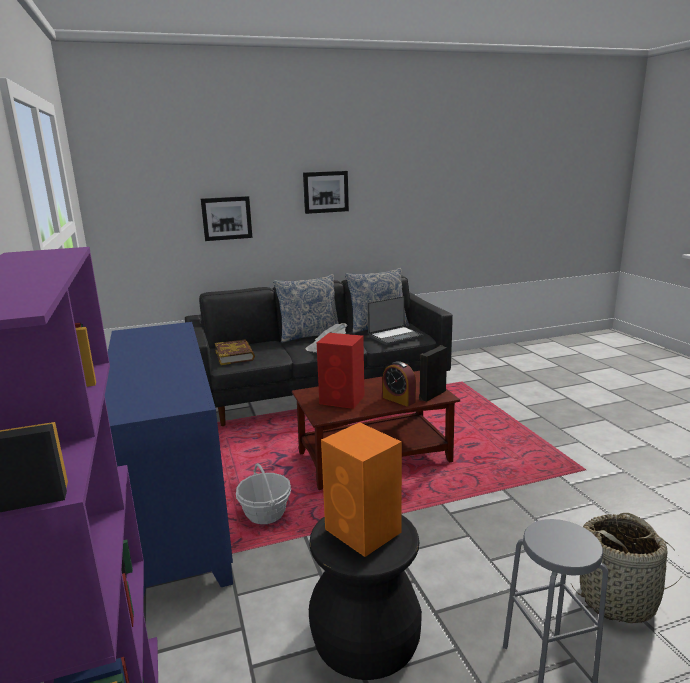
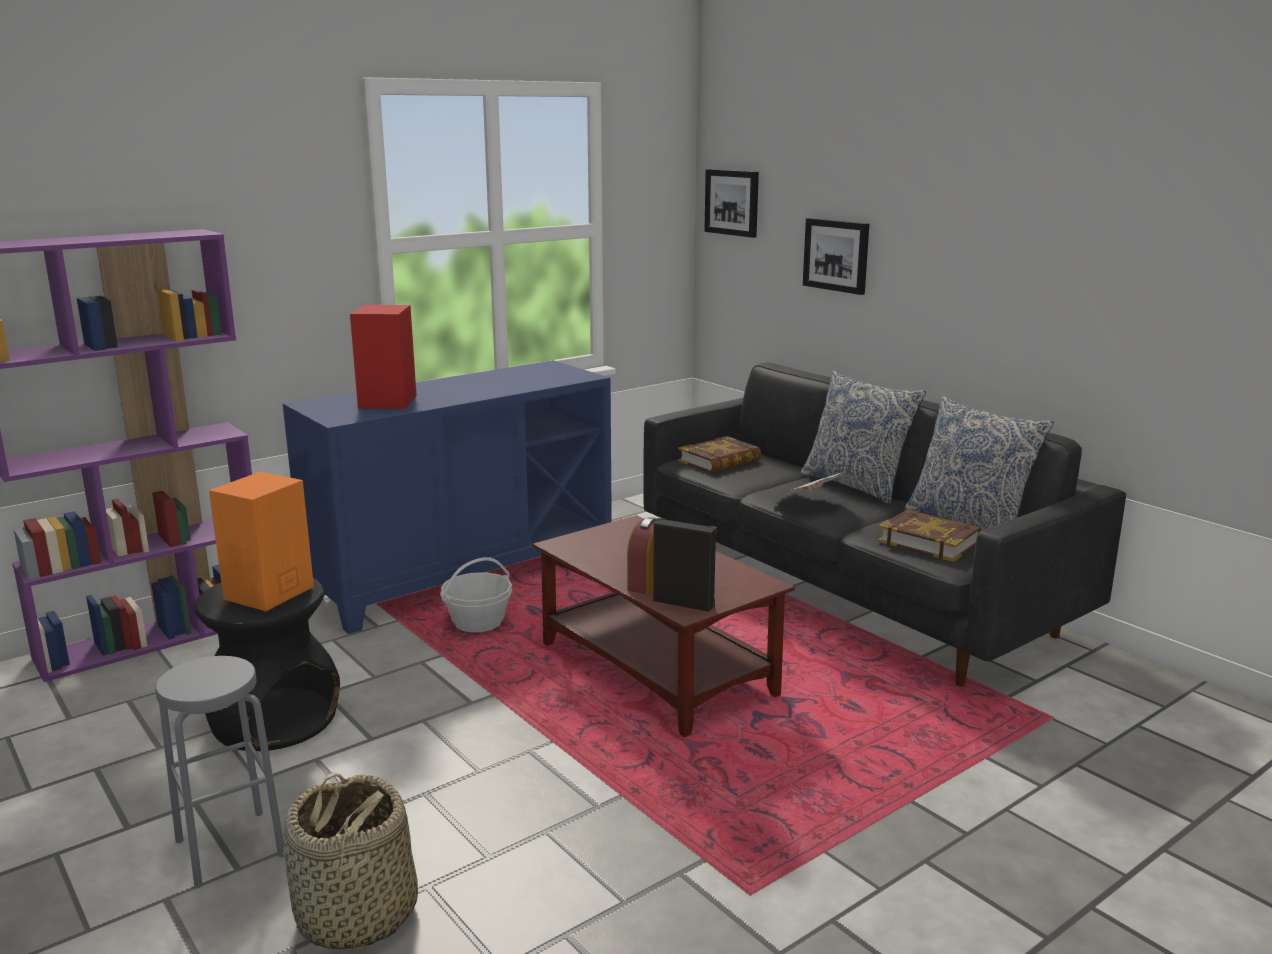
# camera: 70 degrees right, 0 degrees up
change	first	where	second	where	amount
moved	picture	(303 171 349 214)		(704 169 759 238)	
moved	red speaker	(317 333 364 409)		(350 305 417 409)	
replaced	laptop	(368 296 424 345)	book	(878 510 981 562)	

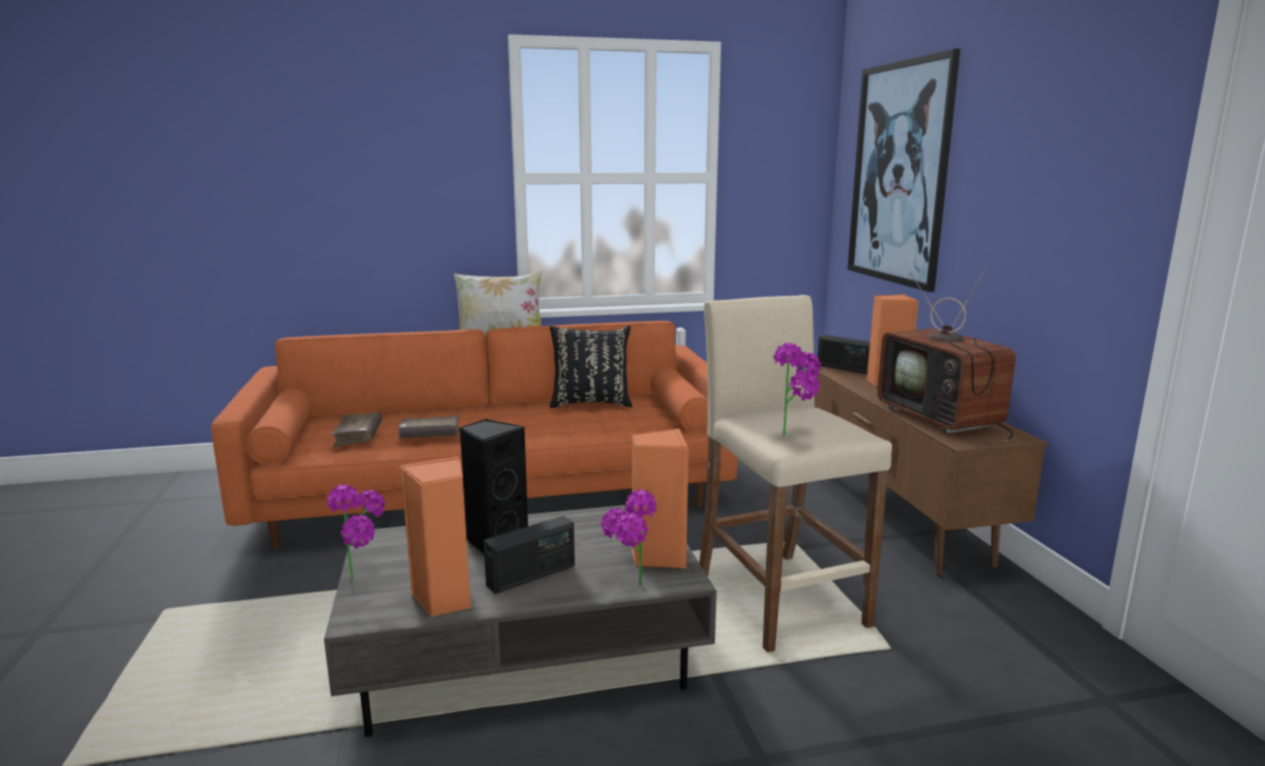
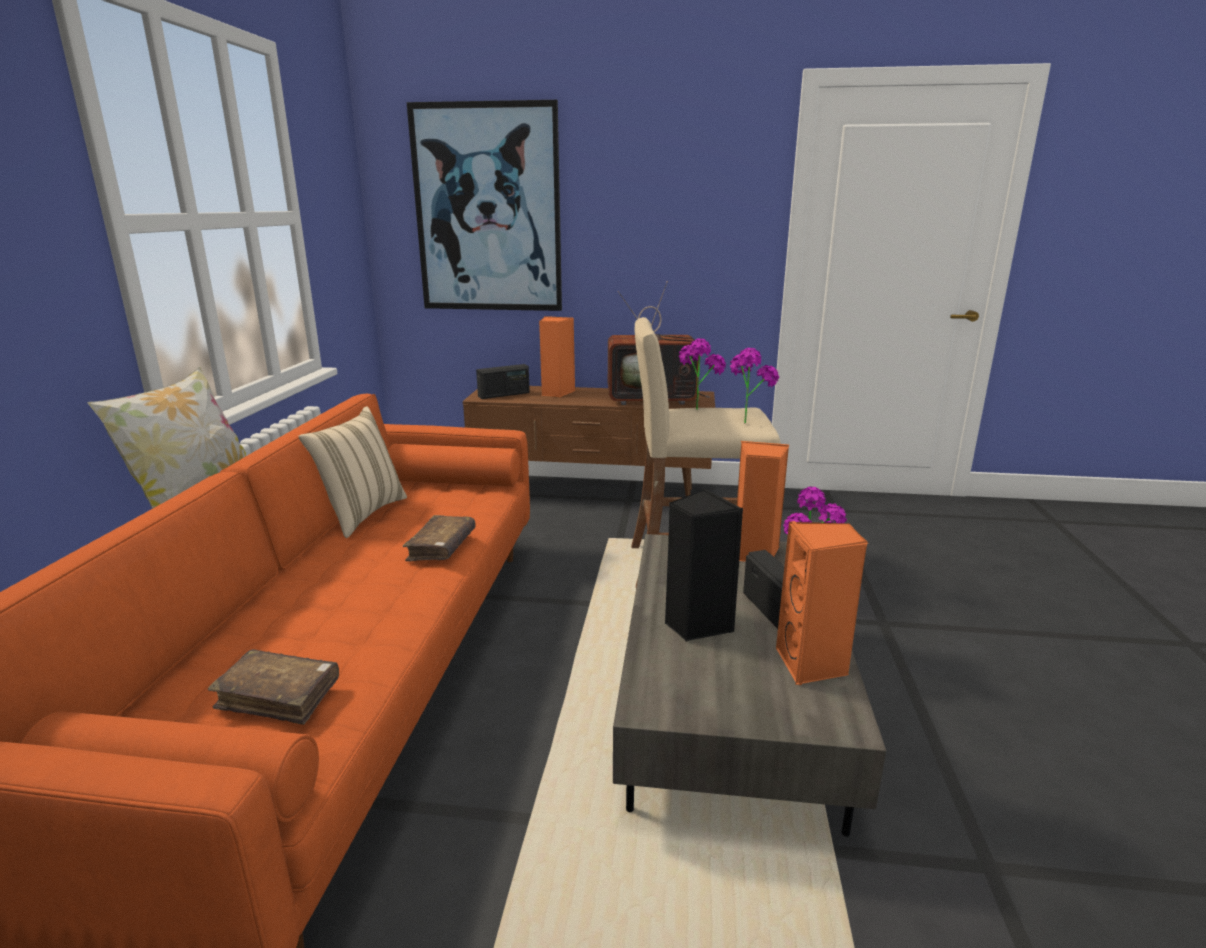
# camera: 70 degrees left, 5 degrees up
change	first	where	second	where	amount
moved	potted plant	(327 484 386 580)		(678 338 726 410)	
moved	brown book	(398 416 460 438)		(403 515 476 561)	
recoloured	black pillow	(550 325 632 408)	beige pillow	(298 406 407 538)	

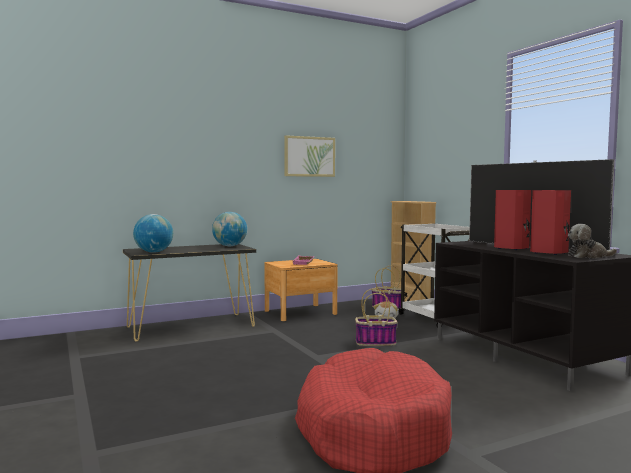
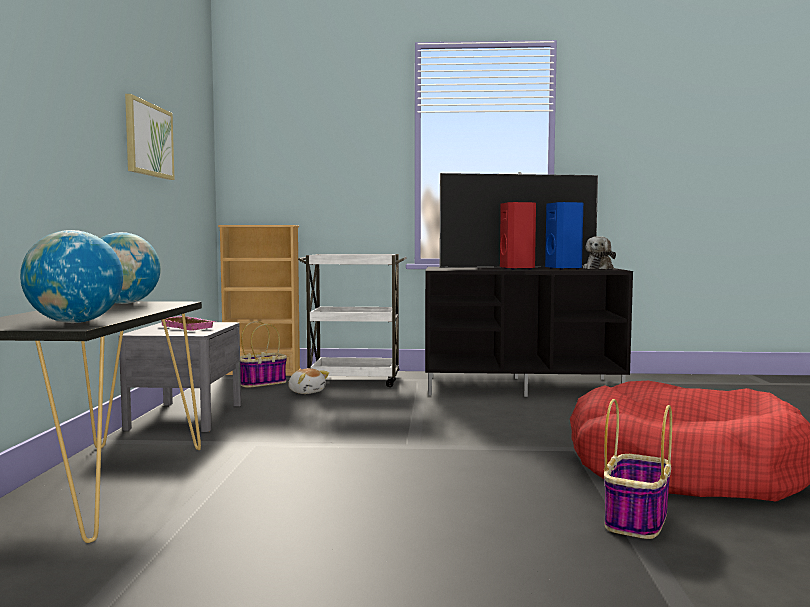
# camera: 60 degrees left, 0 degrees up
change	first	where	second	where	amount
recoloured	brown nightstand	(264 259 337 321)	grey nightstand	(119 322 241 432)	
moved	basket	(355 288 398 346)		(604 399 672 539)	
recoloured	red speaker	(530 190 571 255)	blue speaker	(545 202 583 270)	

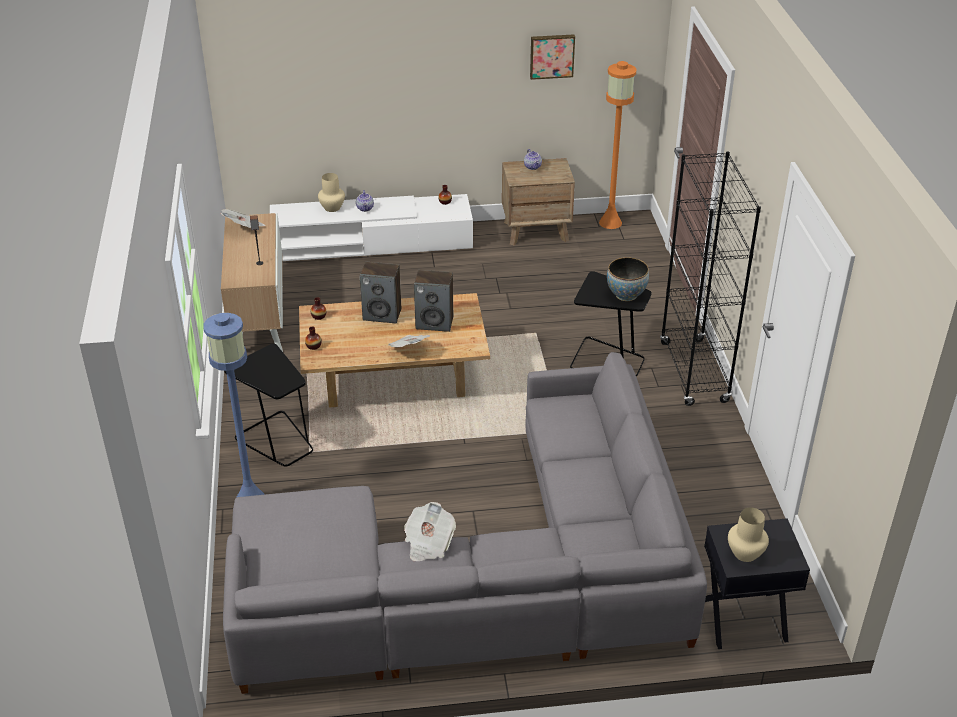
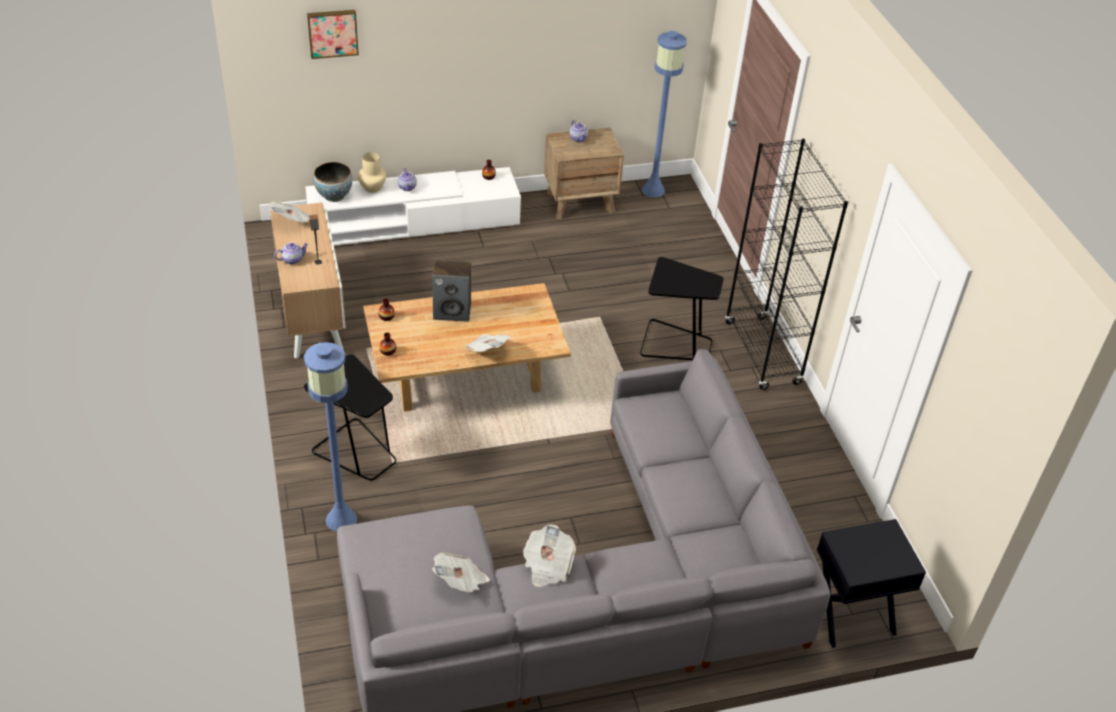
# camera: 10 degrees left, 5 degrees up
change	first	where	second	where	amount
removed	speaker	(414 270 453 332)			
moved	picture	(530 34 575 80)		(307 10 359 59)	
recoloured	orange floor lamp	(599 61 636 229)	blue floor lamp	(642 31 687 197)	
moved	bowl	(607 257 649 301)		(314 162 352 202)	
removed	beige vase	(728 508 769 562)			
added			teapot	(274 242 309 264)	
added			newspaper	(432 552 490 593)	

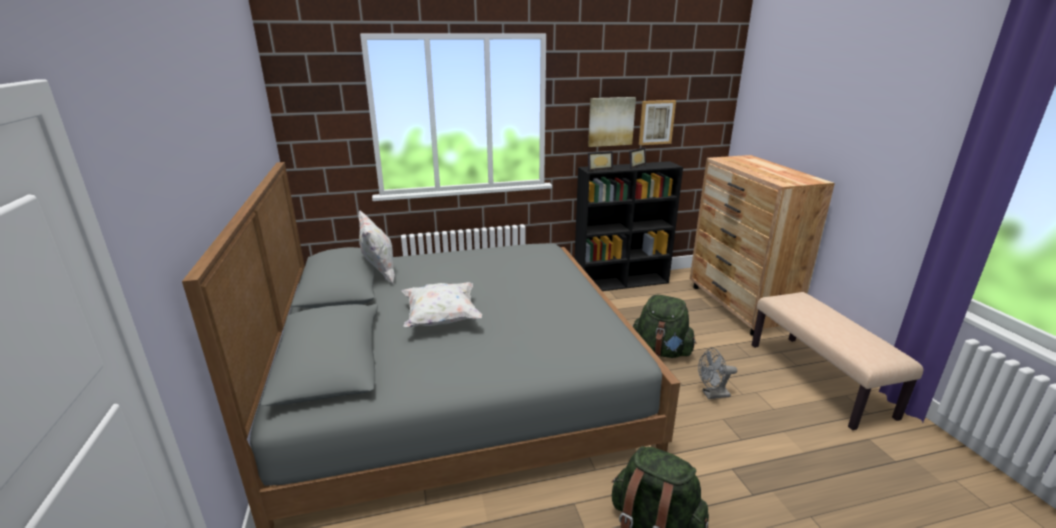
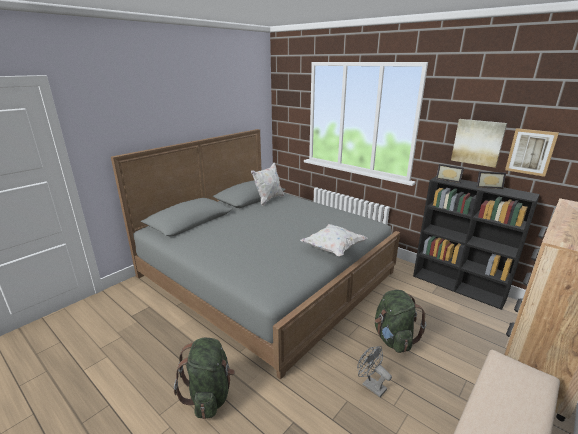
# camera: 55 degrees right, 0 degrees up
change	first	where	second	where	amount
moved	white pillow	(402 282 482 327)		(300 224 367 256)	

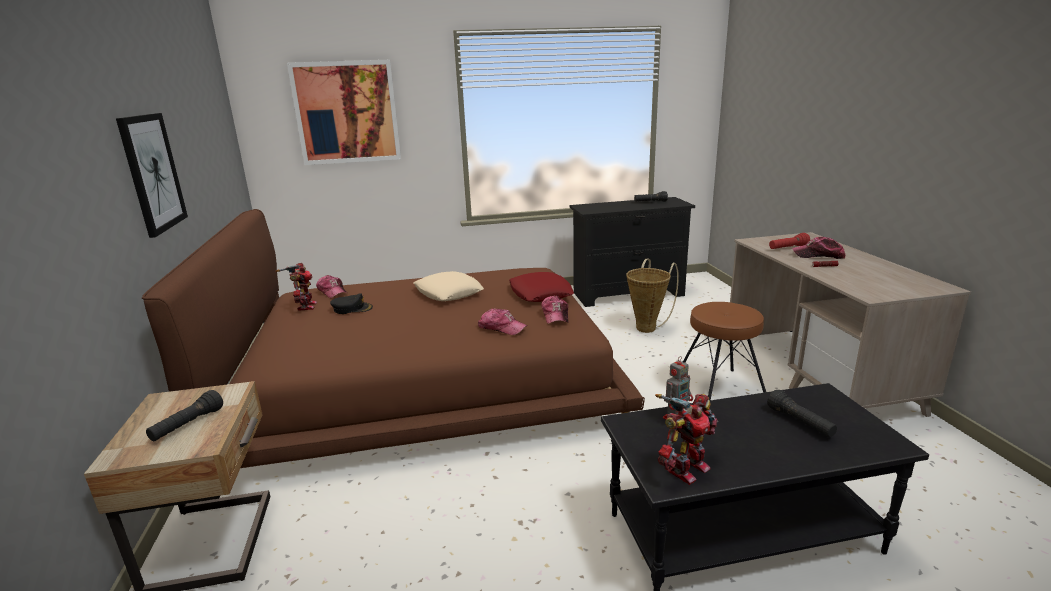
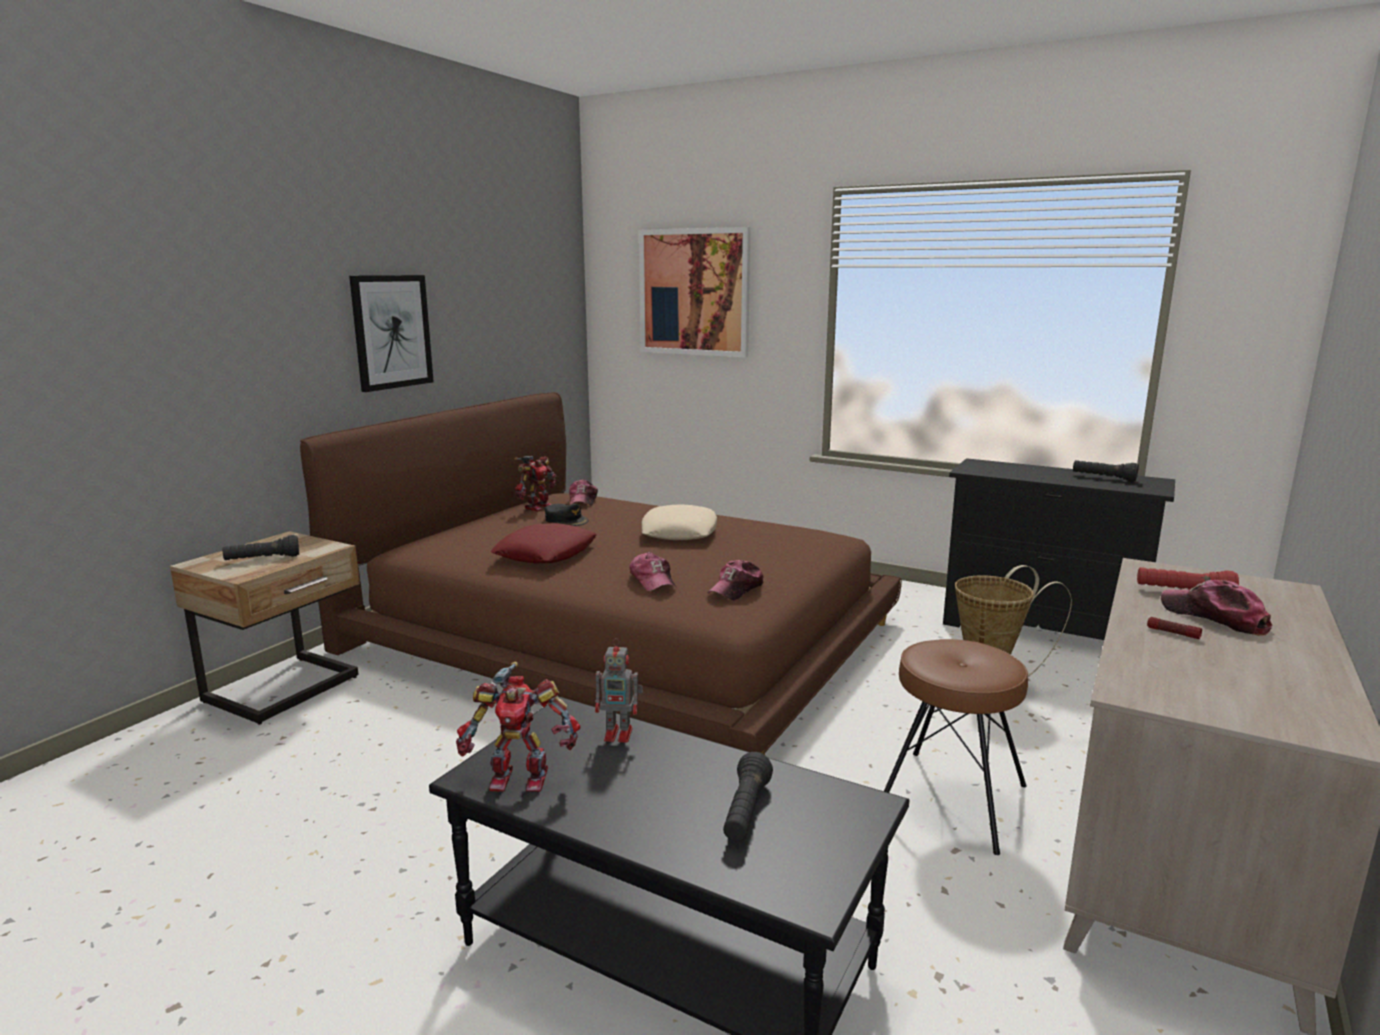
# camera: 40 degrees right, 5 degrees down
change	first	where	second	where	amount
moved	red pillow	(509 272 574 302)		(491 523 597 563)	

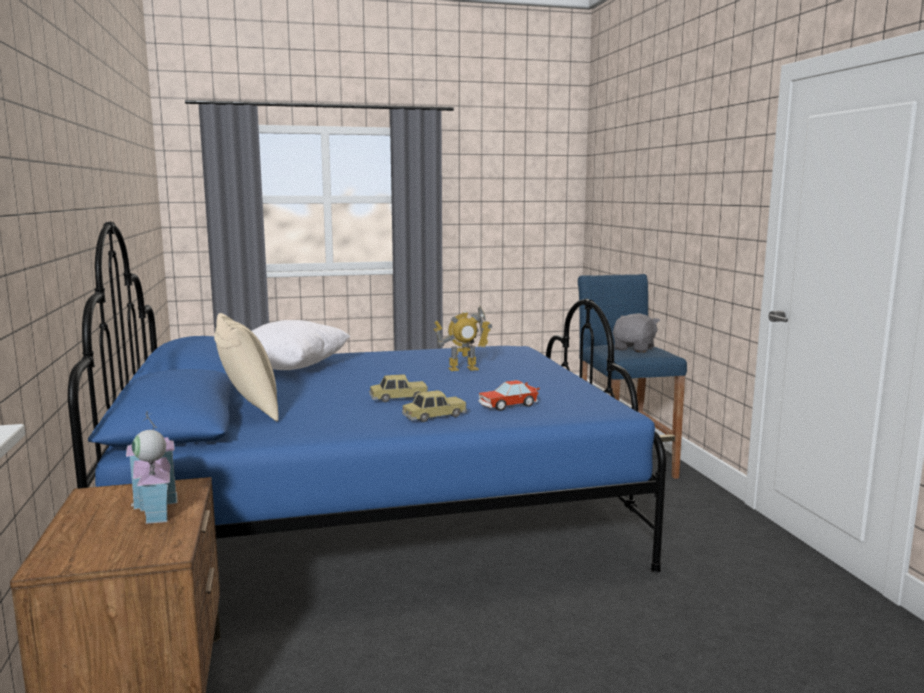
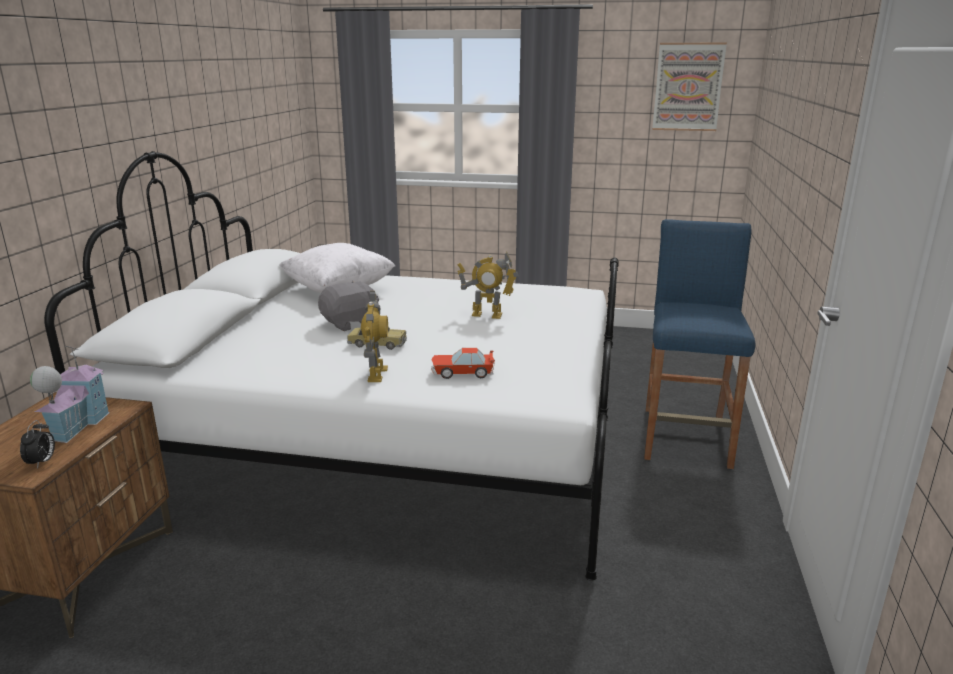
# camera: 25 degrees right, 10 degrees up
change	first	where	second	where	amount
recoloured	blue bed	(68 222 666 572)	white bed	(44 151 619 581)	
removed	beige pillow	(214 313 279 421)			
replaced	toy car	(402 390 467 422)	toy robot	(361 291 388 382)	
moved	grey plush toy	(613 313 660 353)		(318 281 379 331)	
added			alarm clock	(20 420 55 469)	
added			picture	(652 43 727 131)	

